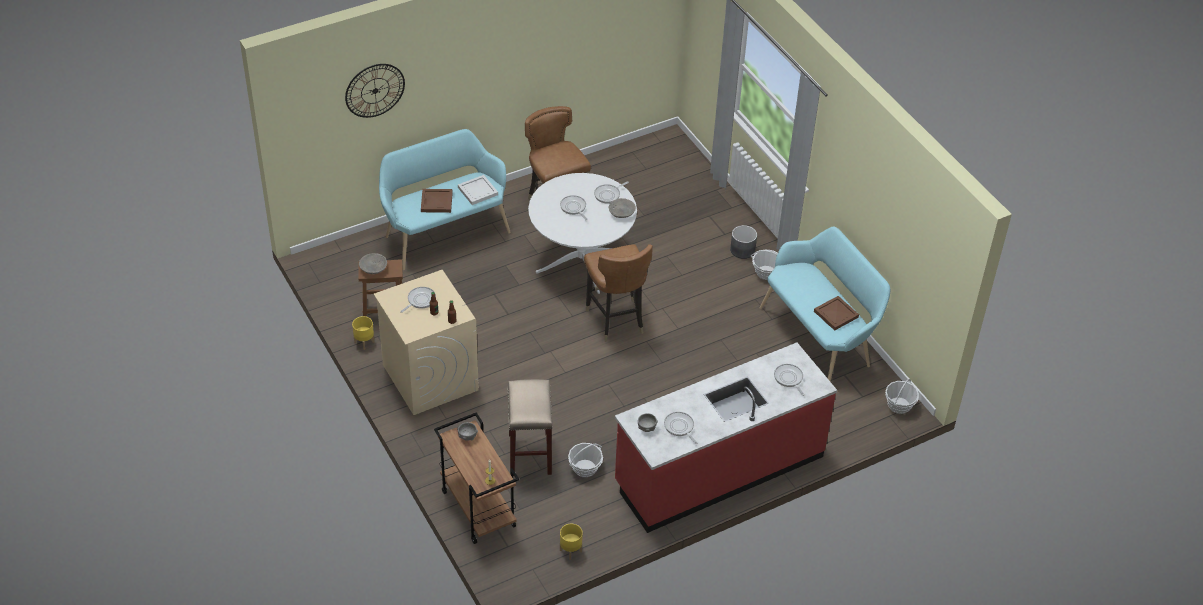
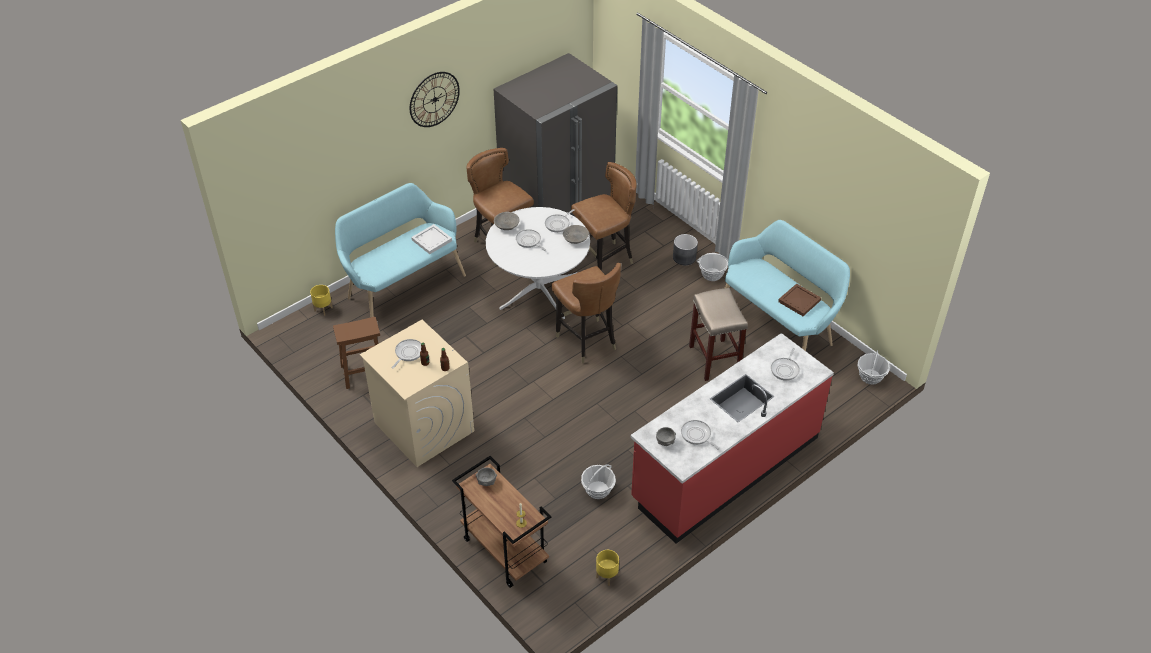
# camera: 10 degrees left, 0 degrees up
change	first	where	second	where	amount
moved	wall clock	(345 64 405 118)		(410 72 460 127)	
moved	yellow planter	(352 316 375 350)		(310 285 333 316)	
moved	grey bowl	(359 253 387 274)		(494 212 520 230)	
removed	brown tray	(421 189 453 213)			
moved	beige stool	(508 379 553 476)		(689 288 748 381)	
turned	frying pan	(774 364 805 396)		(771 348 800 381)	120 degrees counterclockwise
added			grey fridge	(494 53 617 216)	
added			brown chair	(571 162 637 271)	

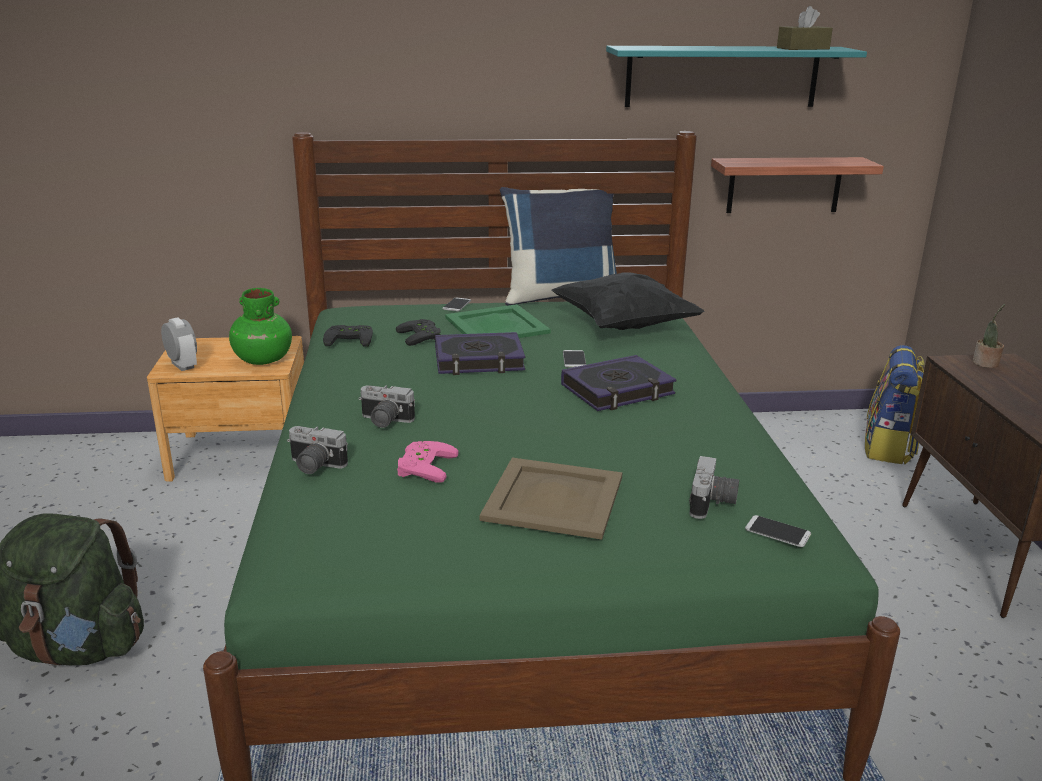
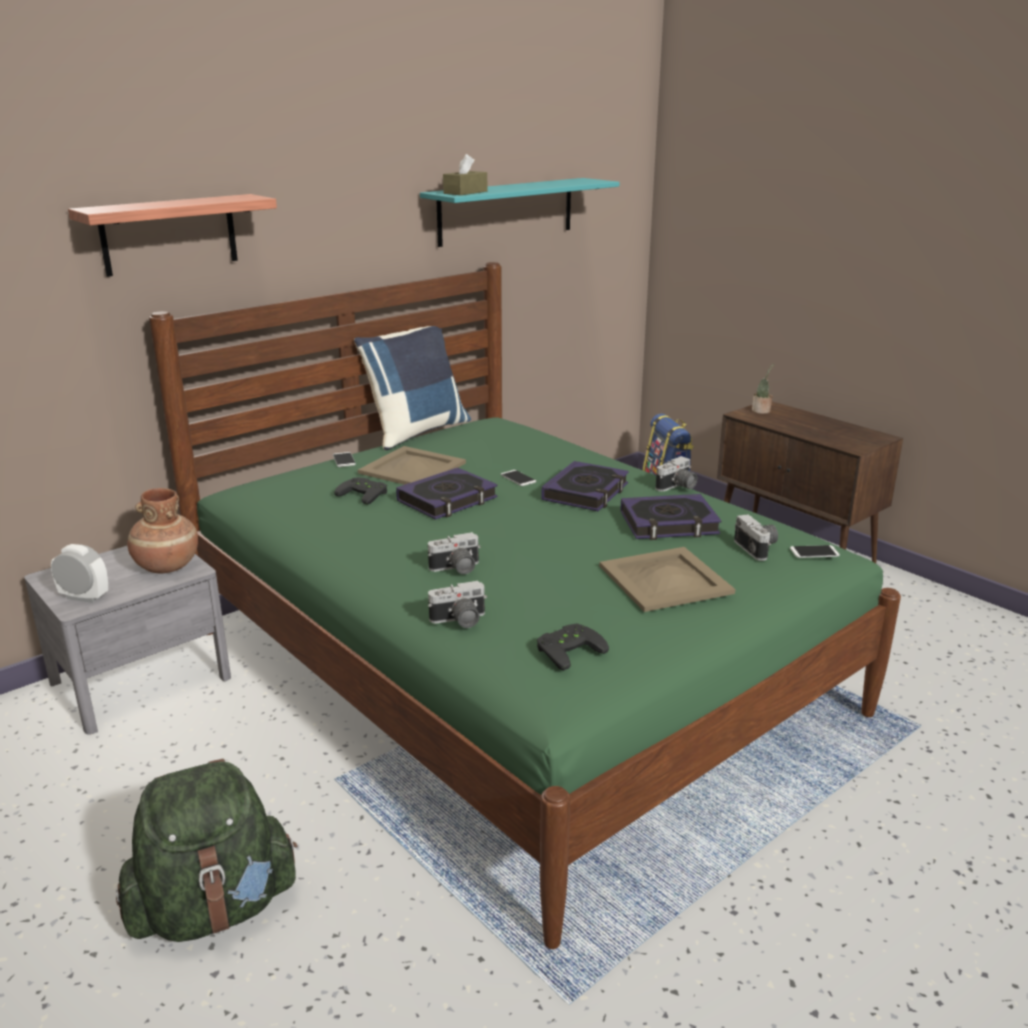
# camera: 35 degrees left, 0 degrees up
change	first	where	second	where	amount
recoloured	brown nightstand	(147 336 304 482)	grey nightstand	(24 546 231 735)	
recoloured	green vase	(229 288 292 365)	brown vase	(127 488 198 573)	
moved	black game controller	(323 325 373 347)		(537 623 609 671)	
removed	pink game controller	(397 441 459 483)			
recoloured	green tray	(445 304 551 338)	beige tray	(358 446 466 485)	
removed	black pillow	(551 273 705 330)			
moved	shelf	(711 157 884 213)		(68 194 277 277)	
moved	brown tissue box	(777 6 833 50)		(443 154 487 195)	
added			book	(620 494 721 540)	
added			photo camera	(655 456 698 492)	

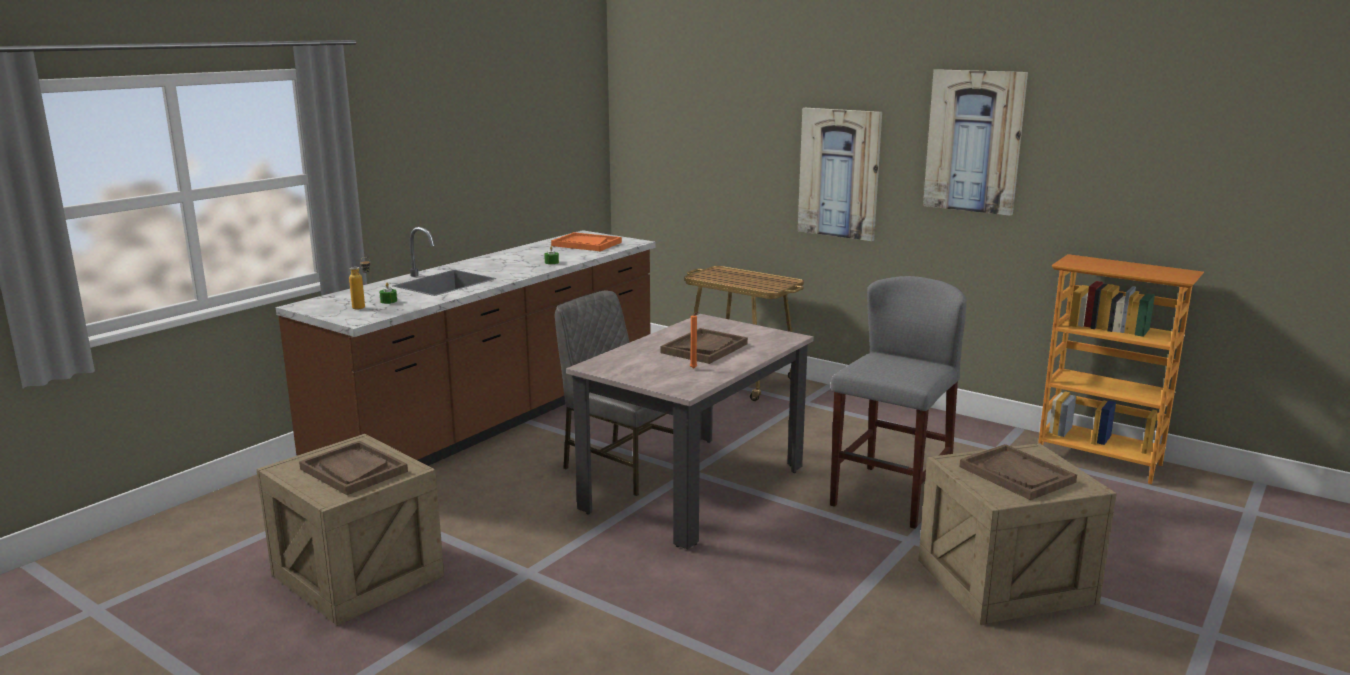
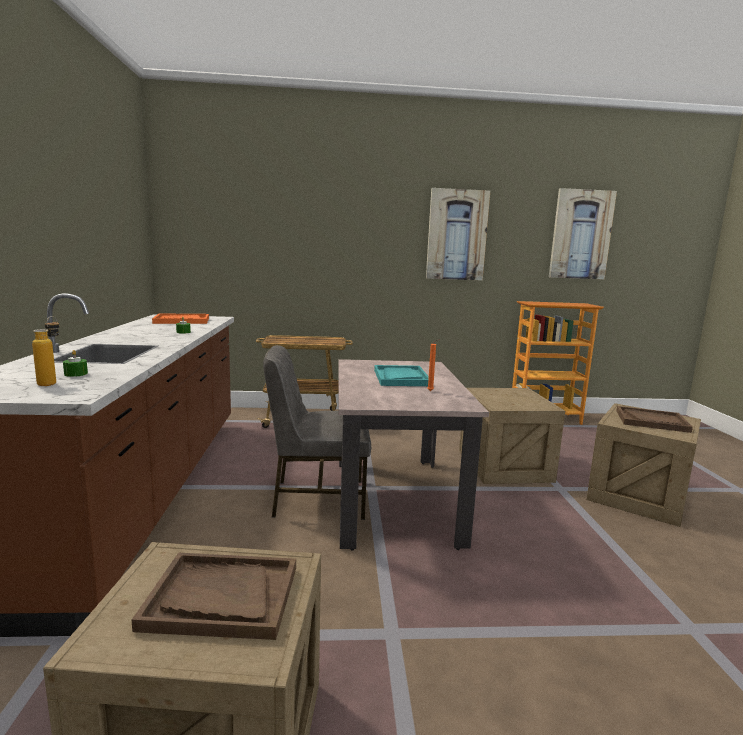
# camera: 40 degrees left, 5 degrees down
change	first	where	second	where	amount
recoloured	brown tray	(660 328 748 364)	turquoise tray	(374 365 429 386)	
moved	picture	(798 108 882 241)		(549 188 617 279)	
replaced	grey stool	(830 276 967 529)	crate	(459 388 565 484)	

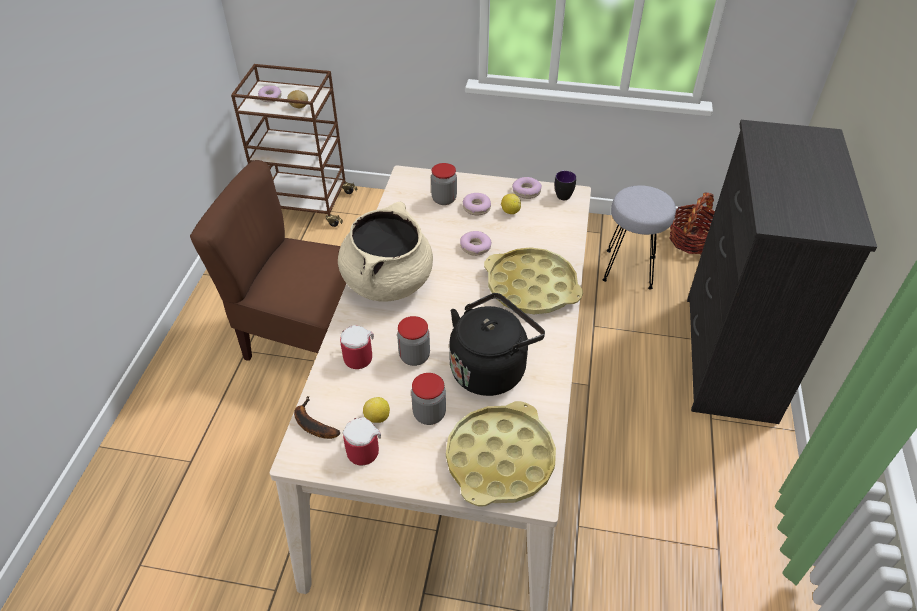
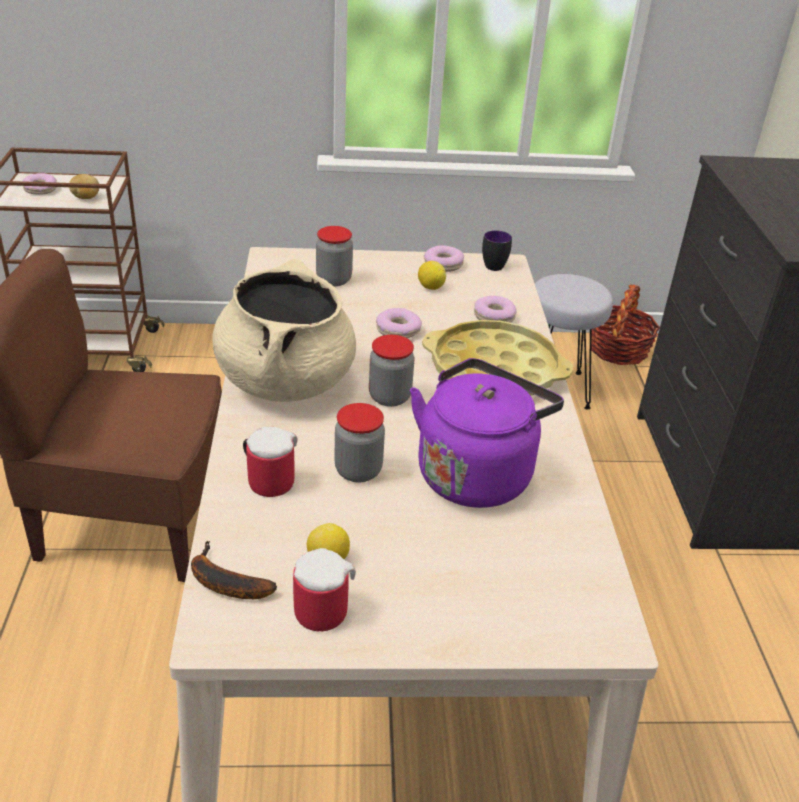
# camera: 15 degrees left, 10 degrees down
change	first	where	second	where	amount
moved	jar	(411 373 446 425)		(369 335 414 407)	
removed	yellow tray	(446 401 556 507)			
recoloured	black kettle	(449 293 545 396)	purple kettle	(410 358 564 508)	
moved	donut	(463 193 491 215)		(474 296 517 323)	

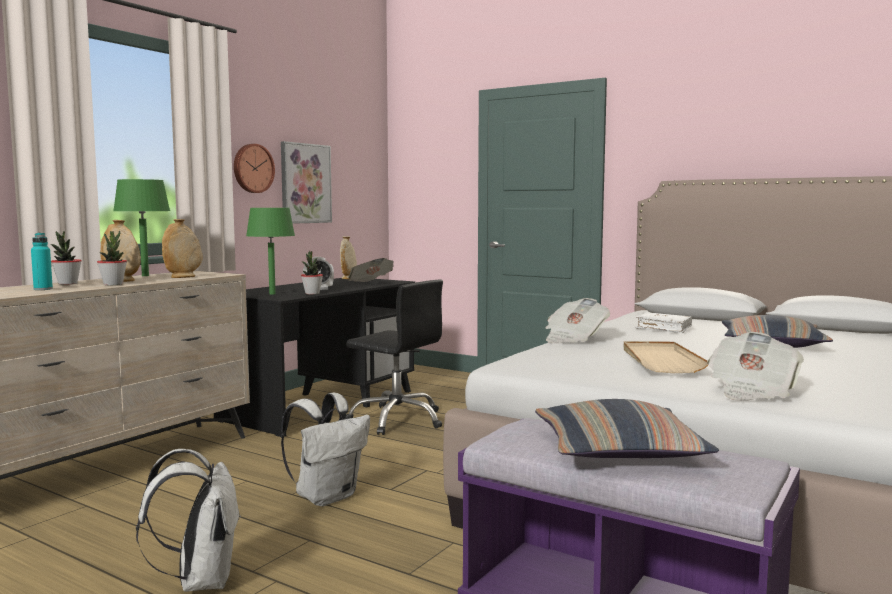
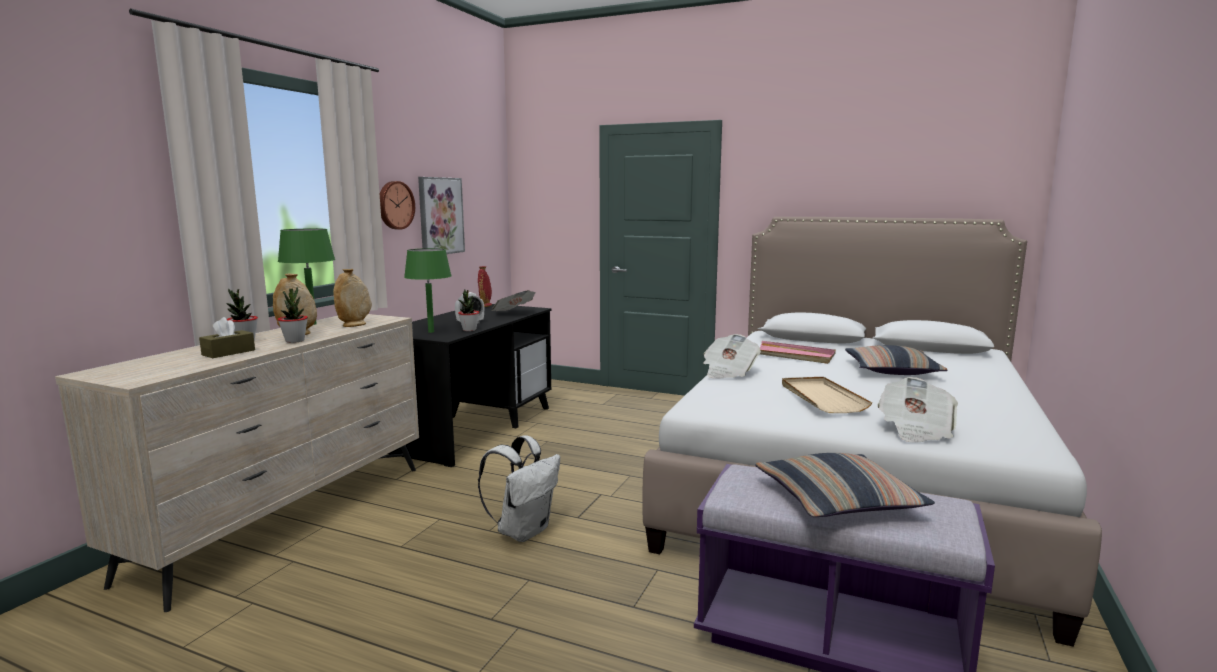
# camera: 10 degrees left, 5 degrees up
change	first	where	second	where	amount
replaced	turquoise bottle	(31 233 53 290)	brown tissue box	(199 317 255 358)	
removed	white backpack	(136 449 241 592)			
recoloured	beige vase	(340 236 357 279)	red vase	(478 266 492 307)	
removed	black office chair	(345 280 443 435)			
replaced	white book	(636 312 692 333)	pink tray	(760 341 836 364)	

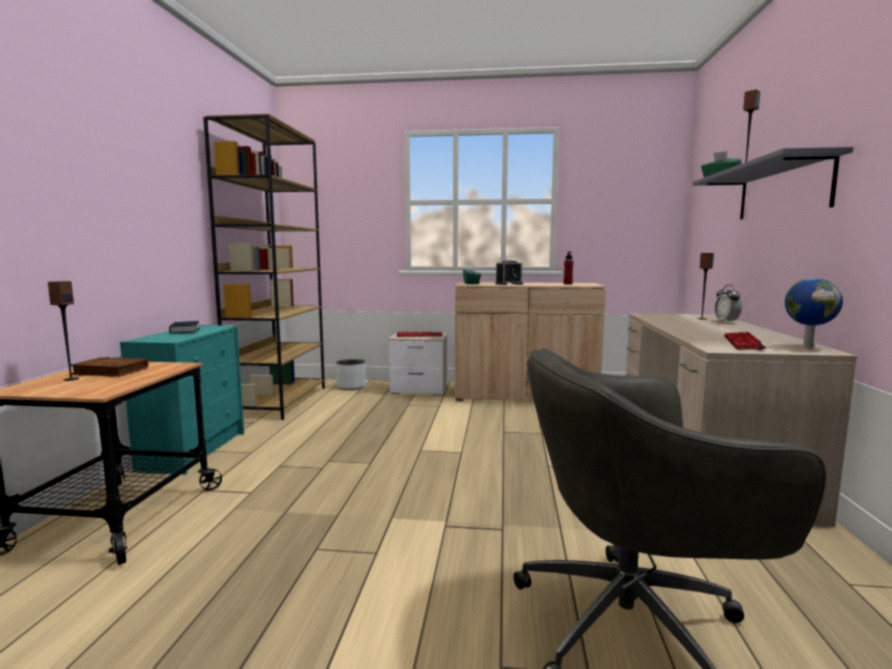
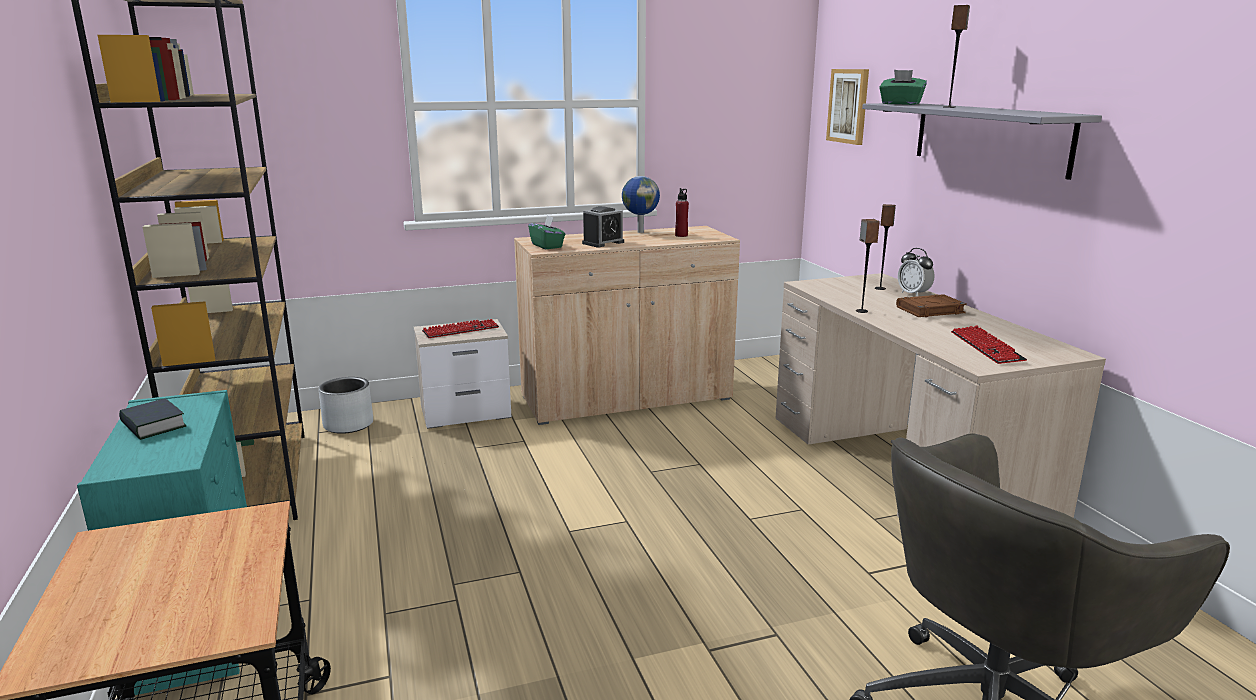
# camera: 25 degrees left, 10 degrees up
change	first	where	second	where	amount
moved	speaker	(48 281 79 381)		(856 219 880 313)	
moved	brown book	(71 357 149 377)		(896 294 967 317)	
moved	globe	(785 278 843 348)		(622 176 660 233)	
added			picture	(826 69 869 145)	

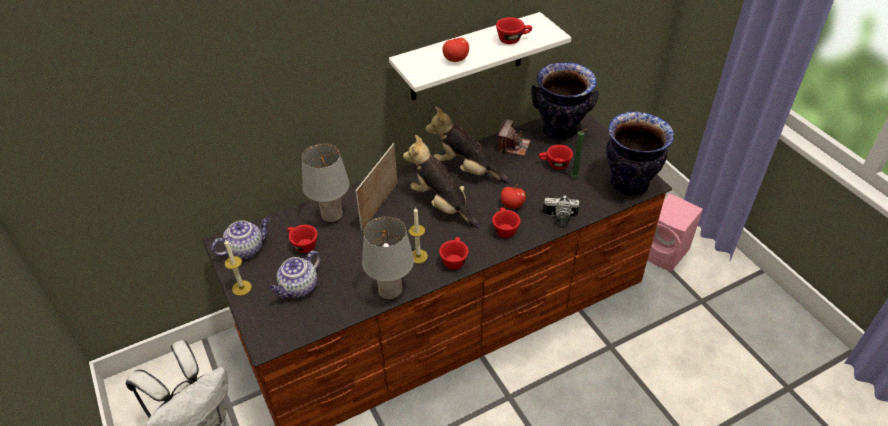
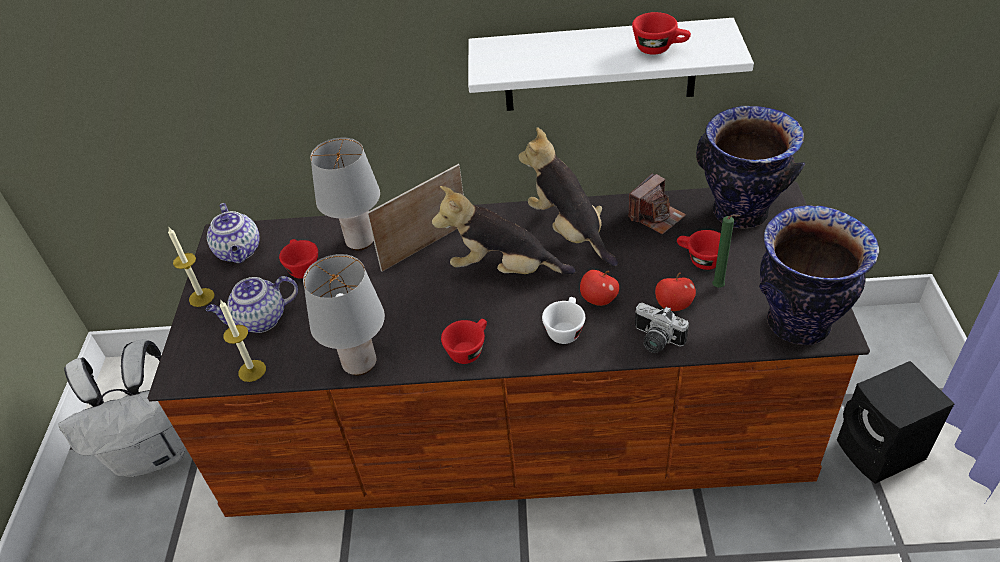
# camera: 30 degrees right, 0 degrees up
change	first	where	second	where	amount
turned	teapot	(212 218 270 259)		(207 203 260 263)	75 degrees clockwise
turned	plush toy	(403 135 481 228)		(432 186 576 274)	60 degrees counterclockwise
moved	candle	(409 207 428 264)		(220 300 266 382)	
moved	apple	(442 34 469 62)		(655 273 696 311)	
recoloured	red cup	(492 207 521 238)	white cup	(542 297 585 344)	
recoloured	pink speaker	(648 193 703 272)	black speaker	(837 361 954 484)	

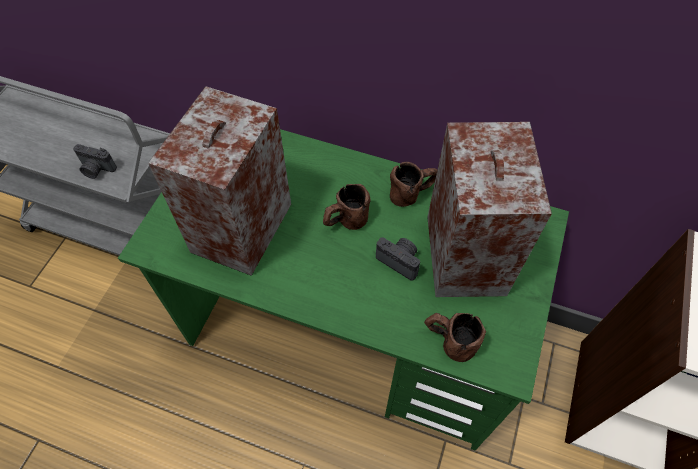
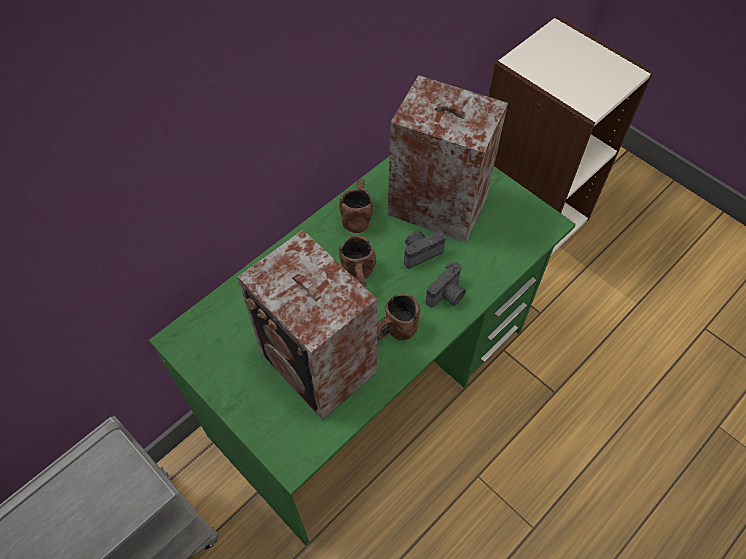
# camera: 65 degrees left, 0 degrees up
change	first	where	second	where	amount
moved	photo camera	(73 144 117 179)		(426 262 466 308)	
moved	brown mug	(424 313 486 362)		(377 294 420 340)	

